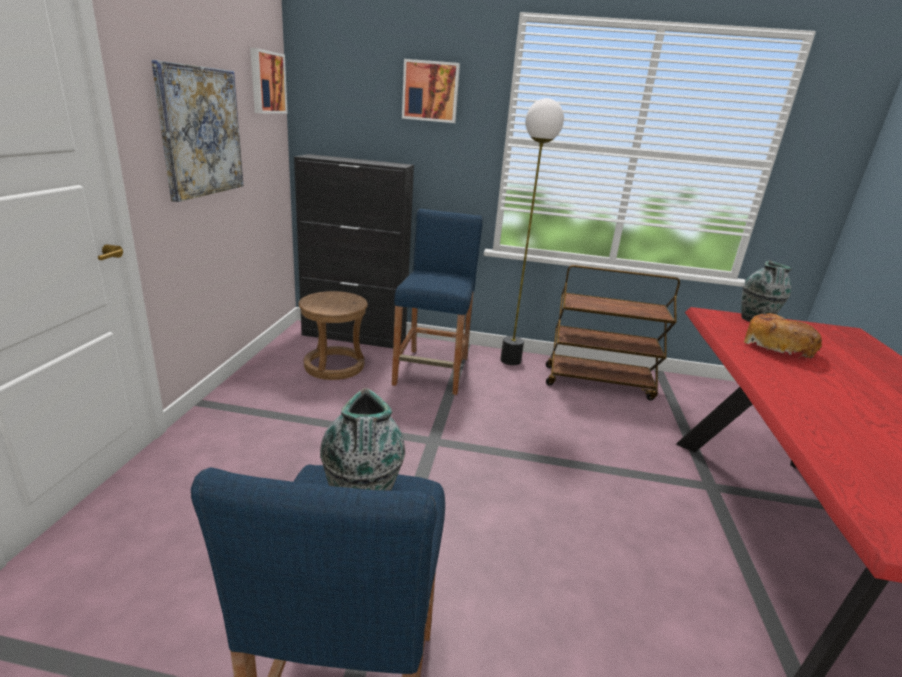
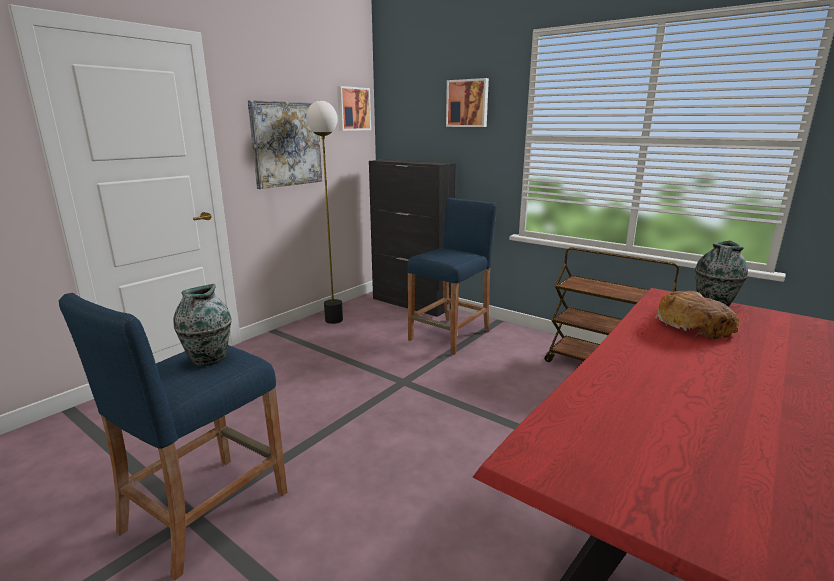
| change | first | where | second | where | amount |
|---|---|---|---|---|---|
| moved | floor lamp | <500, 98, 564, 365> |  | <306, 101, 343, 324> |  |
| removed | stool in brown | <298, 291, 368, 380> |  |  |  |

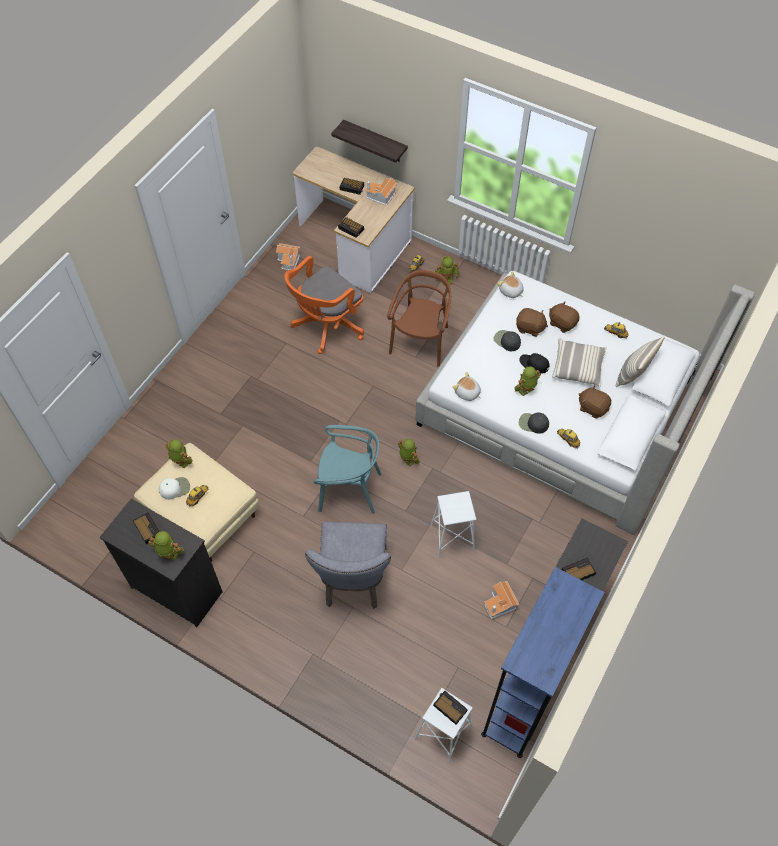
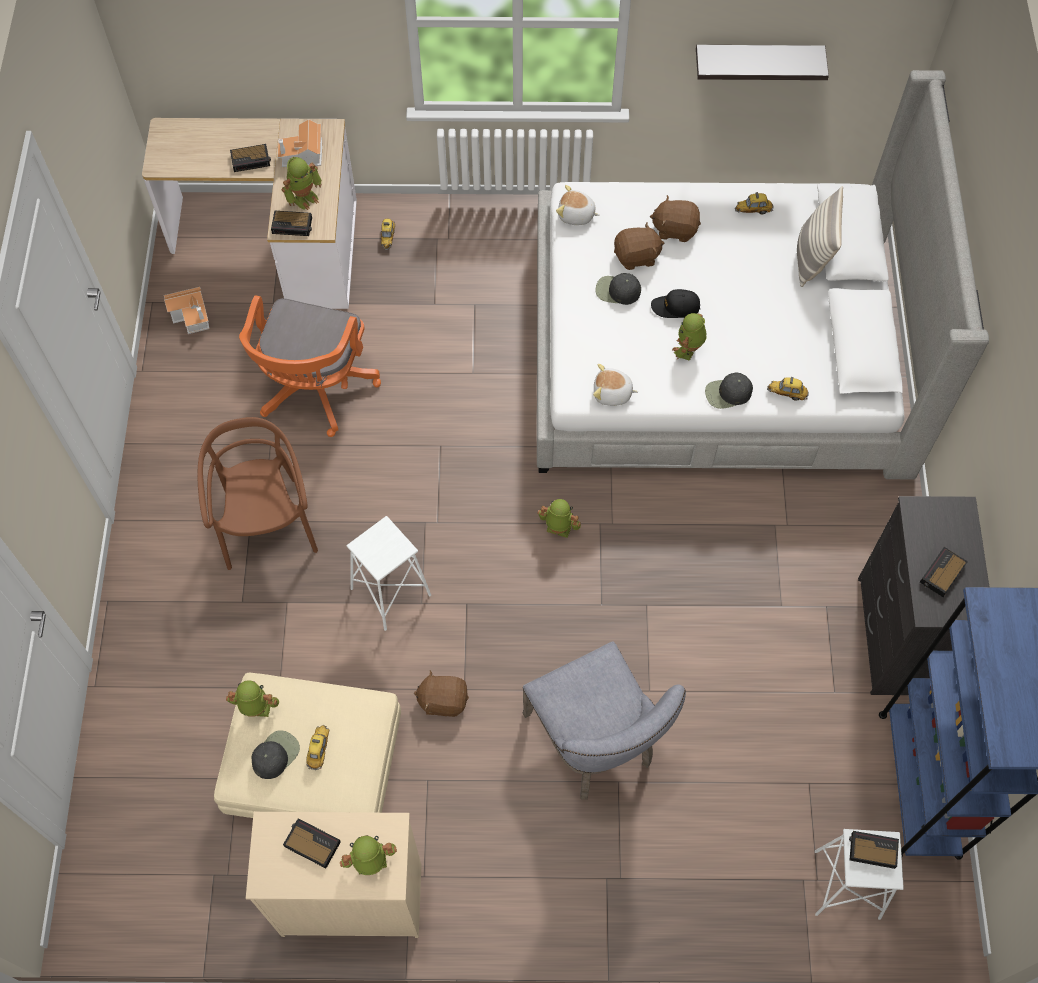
| change | first | where | second | where | amount |
|---|---|---|---|---|---|
| moved | chair in brown | <387, 270, 451, 367> |  | <198, 417, 318, 570> |  |
| recoloured | dresser in black | <100, 499, 223, 627> | dresser in beige | <246, 812, 422, 938> |  |
| recoloured | cap in white | <159, 477, 190, 500> | cap in black | <252, 730, 300, 779> |  |
| moved | toy robot | <435, 256, 459, 286> |  | <281, 157, 322, 210> |  |
| moved | stool in white | <431, 491, 476, 559> |  | <347, 516, 431, 631> |  |
| moved | plush toy in brown | <579, 385, 611, 418> |  | <414, 670, 469, 717> |  |
| moved | shelf | <331, 120, 408, 163> |  | <696, 45, 829, 80> |  |
| removed | chair in turquoise | <314, 425, 382, 514> |  |  |  |
| removed | toy house | <484, 581, 519, 619> |  |  |  |
| removed | pillow | <552, 338, 607, 386> |  |  |  |

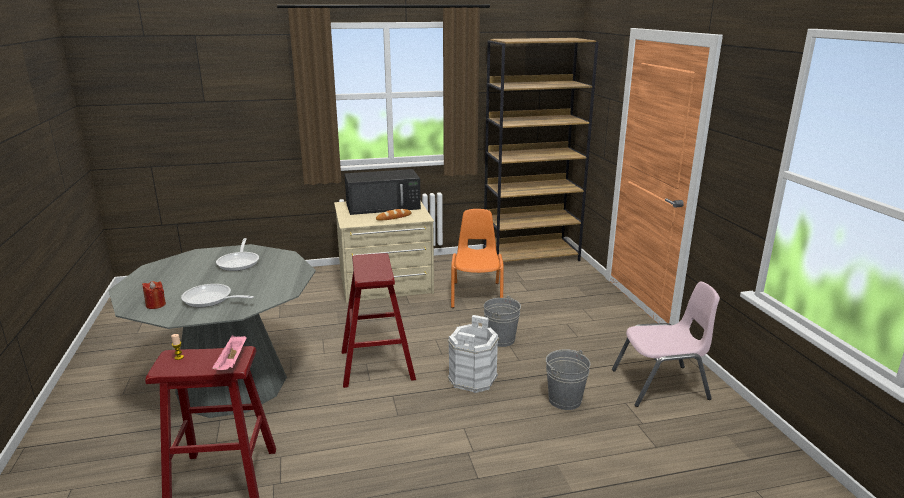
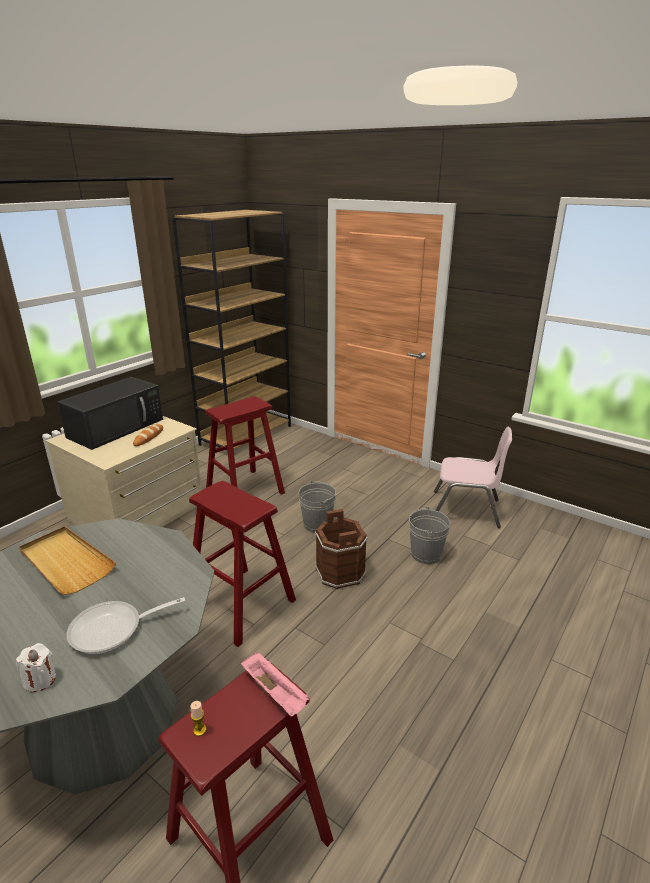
| change | first | where | second | where | amount |
|---|---|---|---|---|---|
| recoloured | candle in red | <142, 281, 166, 309> | candle in white | <16, 643, 56, 692> |  |
| replaced | frying pan | <216, 238, 259, 271> | tray in beige | <19, 526, 116, 595> |  |
| replaced | chair in orange | <451, 209, 504, 308> | stool in red | <205, 396, 285, 495> |  |
| recoloured | bucket in white | <448, 315, 499, 393> | bucket in brown | <315, 509, 367, 589> |  |
| turned | chair in pink | <612, 281, 720, 407> |  | <434, 427, 512, 528> | 60 degrees clockwise |

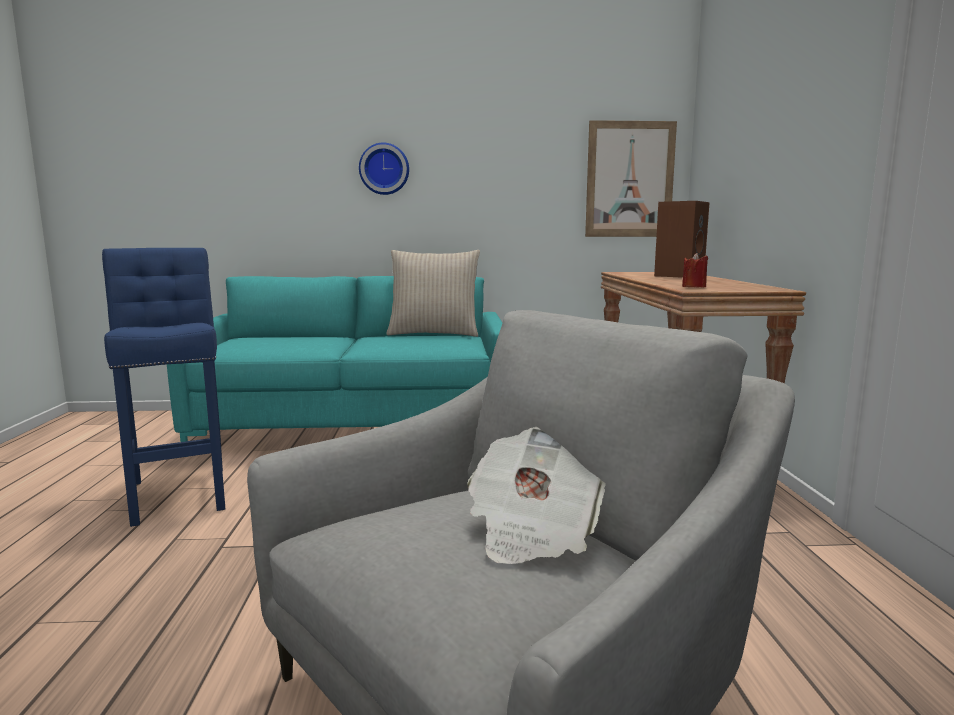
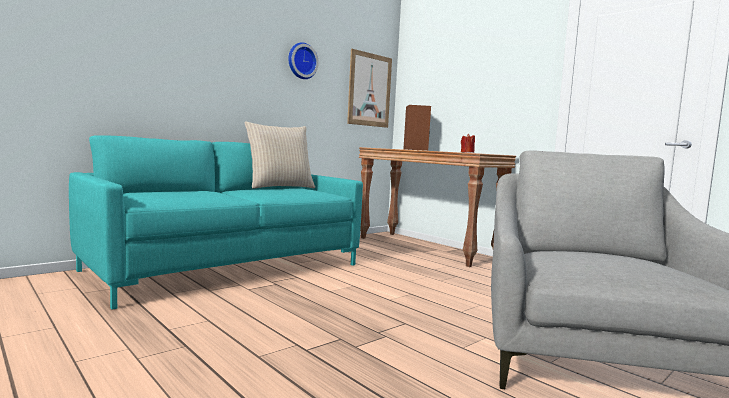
| change | first | where | second | where | amount |
|---|---|---|---|---|---|
| moved | wall clock | <359, 142, 409, 195> |  | <288, 42, 319, 79> |  |
| removed | stool in blue | <102, 248, 225, 527> |  |  |  |
| removed | newspaper | <467, 427, 606, 564> |  |  |  |

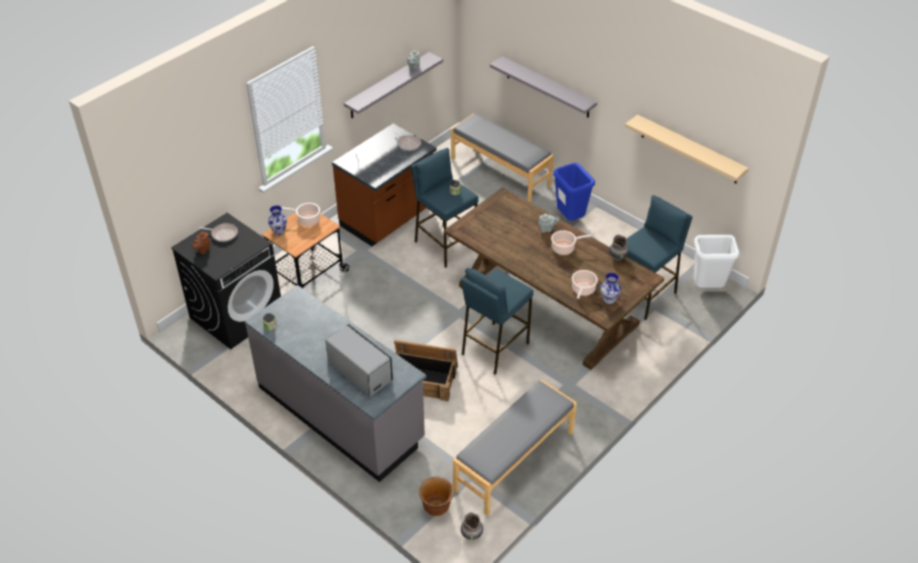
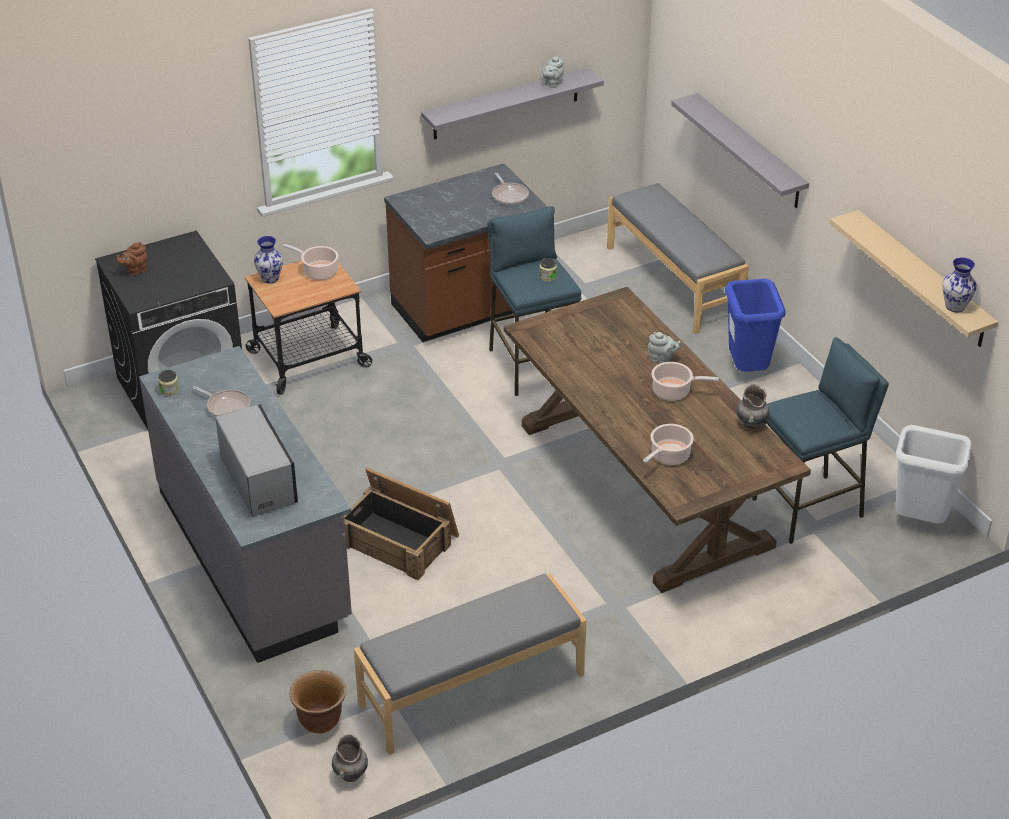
| change | first | where | second | where | amount |
|---|---|---|---|---|---|
| moved | frying pan | <199, 223, 238, 242> |  | <193, 386, 251, 417> |  |
| moved | vase | <600, 273, 621, 304> |  | <942, 257, 977, 312> |  |
| removed | stool in blue | <461, 268, 533, 375> |  |  |  |

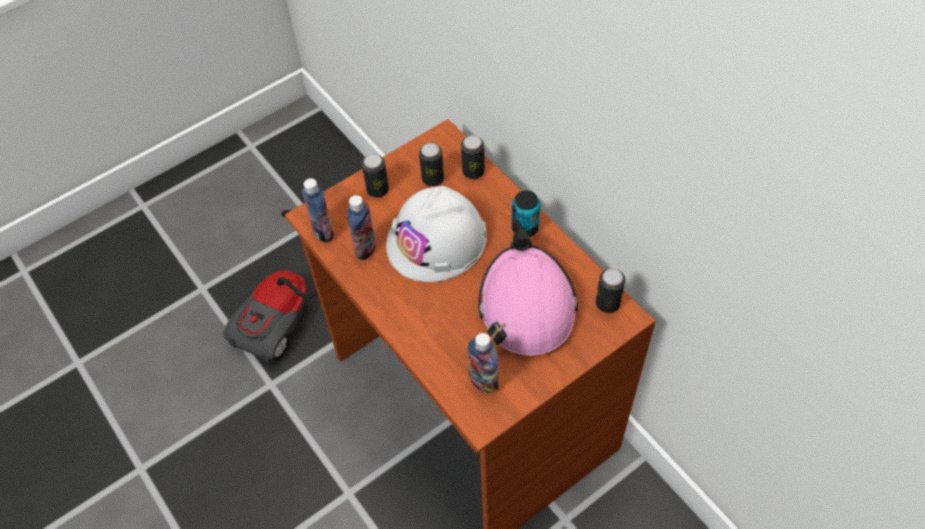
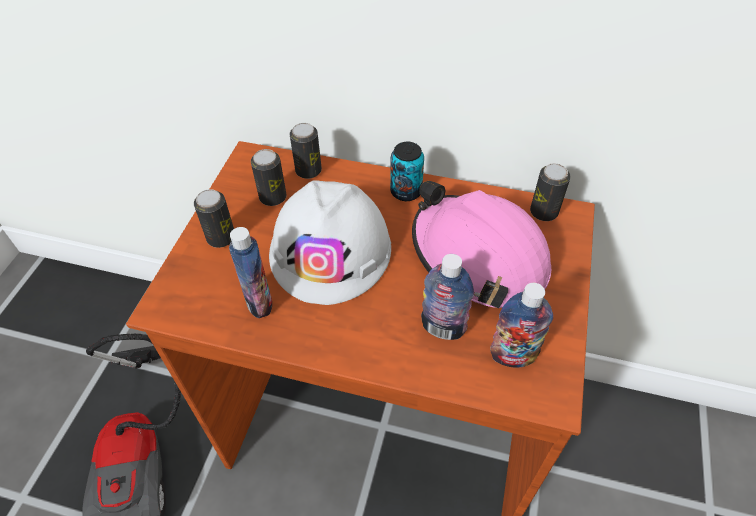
| change | first | where | second | where | amount |
|---|---|---|---|---|---|
| moved | bottle | <302, 178, 334, 243> |  | <421, 254, 474, 340> |  |

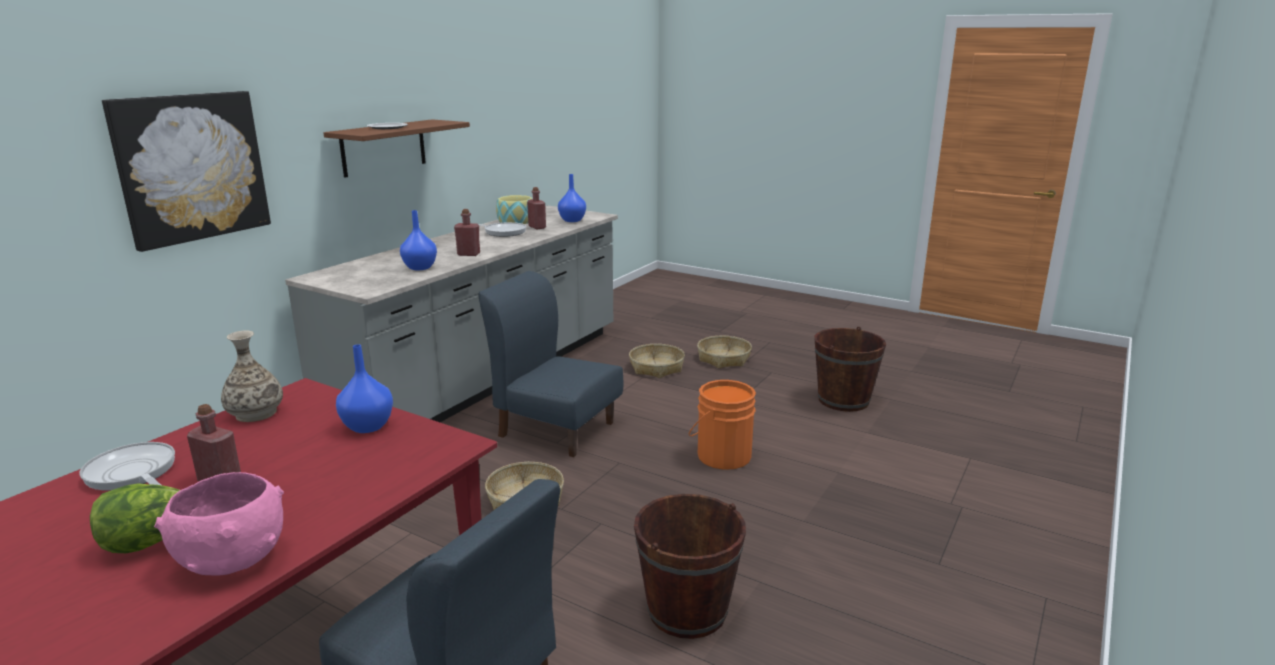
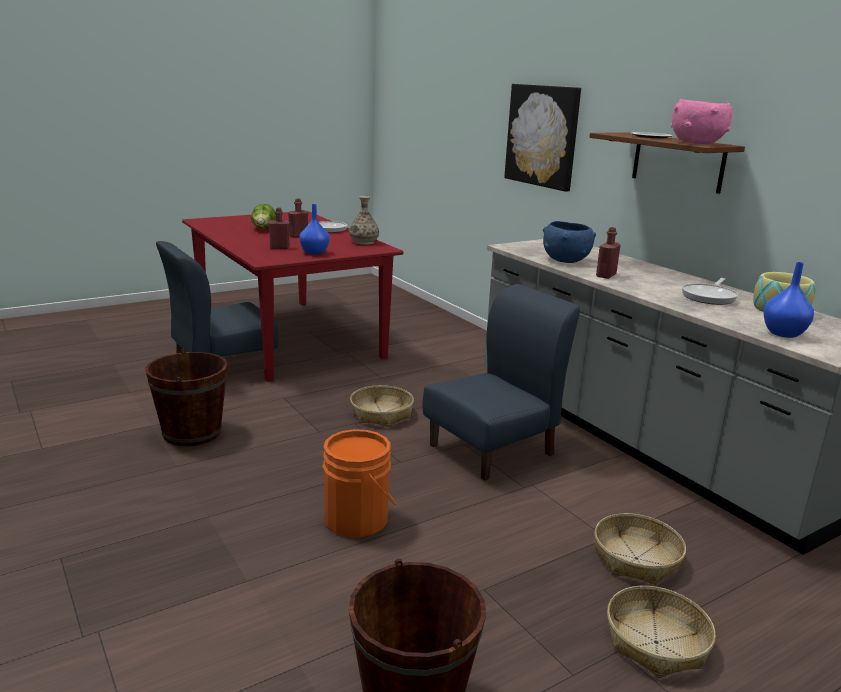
| change | first | where | second | where | amount |
|---|---|---|---|---|---|
| moved | bottle in red | <527, 187, 546, 229> |  | <268, 207, 290, 249> |  |
| replaced | vase in blue | <400, 210, 437, 270> | bowl in blue | <543, 221, 596, 263> |  |
| moved | bowl in pink | <154, 472, 284, 576> |  | <671, 99, 733, 144> |  |

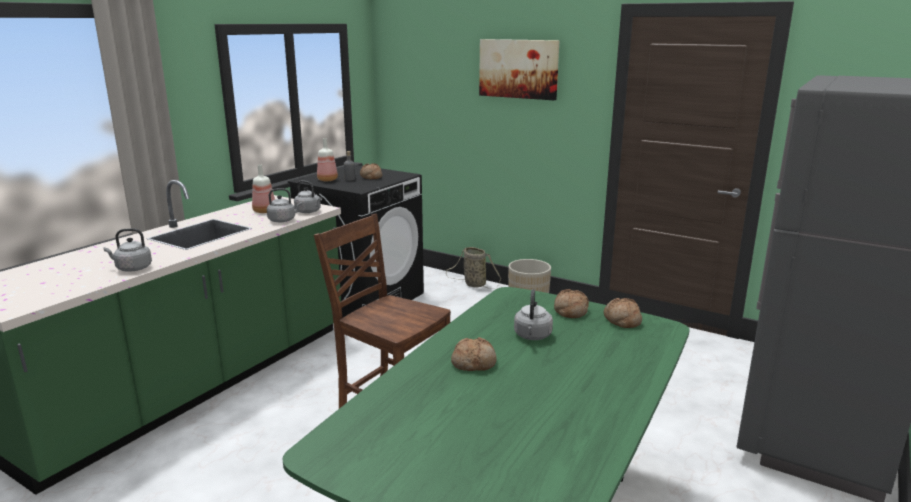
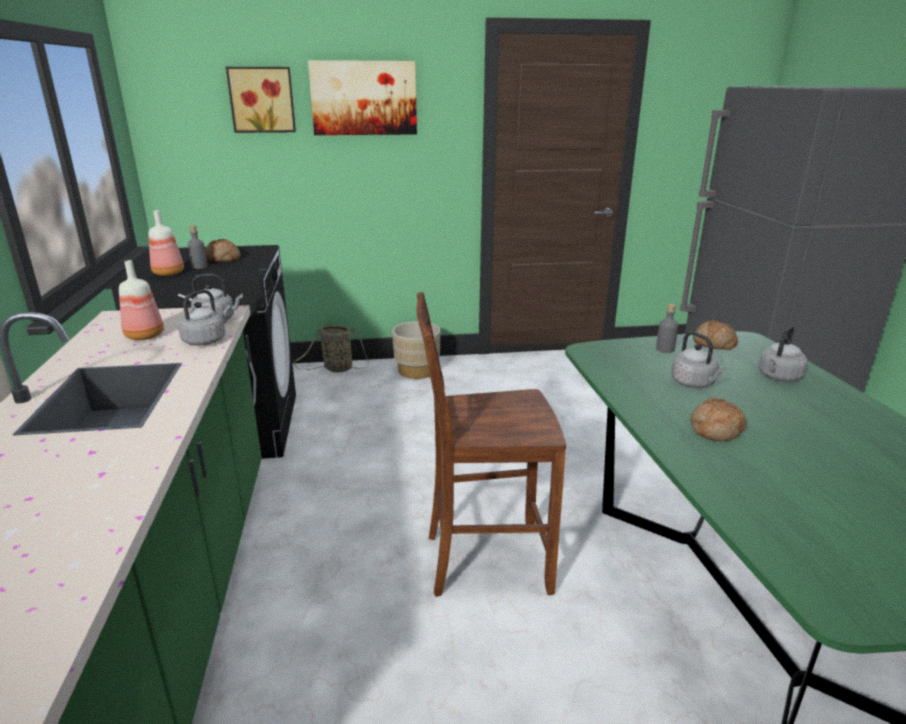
| change | first | where | second | where | amount |
|---|---|---|---|---|---|
| added |  |  | picture | <226, 67, 296, 133> |  |
| replaced | bread | <554, 289, 589, 318> | bottle in grey | <656, 304, 678, 353> |  |
| moved | kettle in grey | <104, 228, 152, 272> |  | <758, 326, 808, 382> |  |

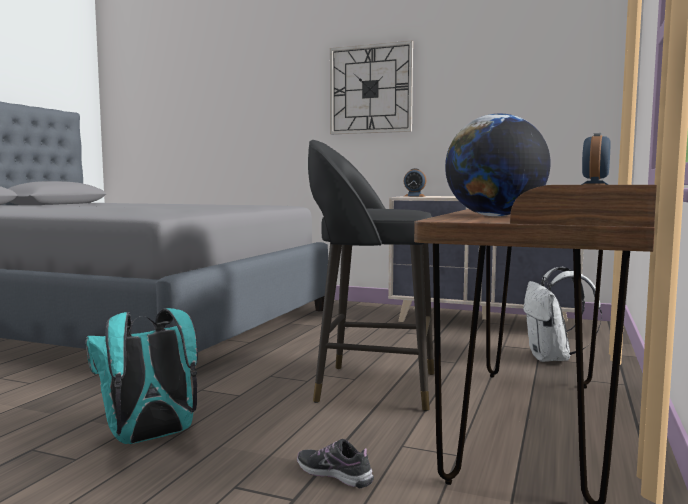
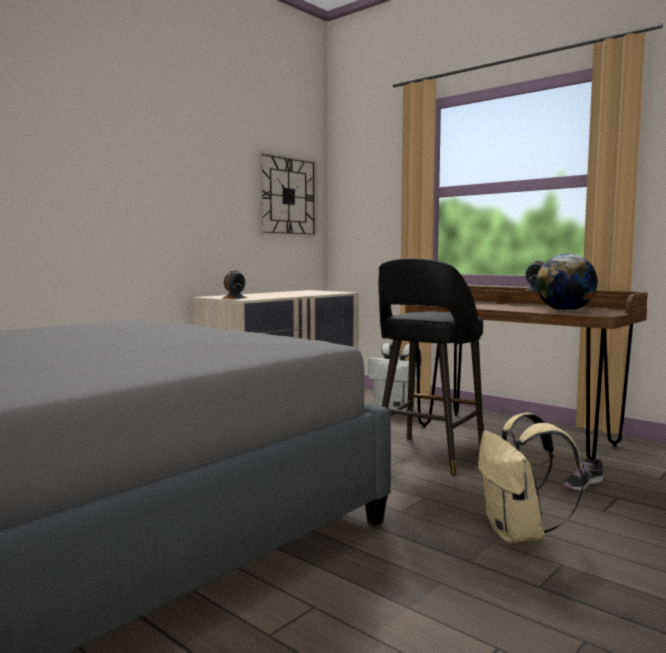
| change | first | where | second | where | amount |
|---|---|---|---|---|---|
| moved | wall clock | <330, 41, 413, 134> |  | <257, 150, 317, 238> |  |
| recoloured | backpack in turquoise | <86, 308, 198, 444> | backpack in beige | <478, 413, 584, 543> |  |

